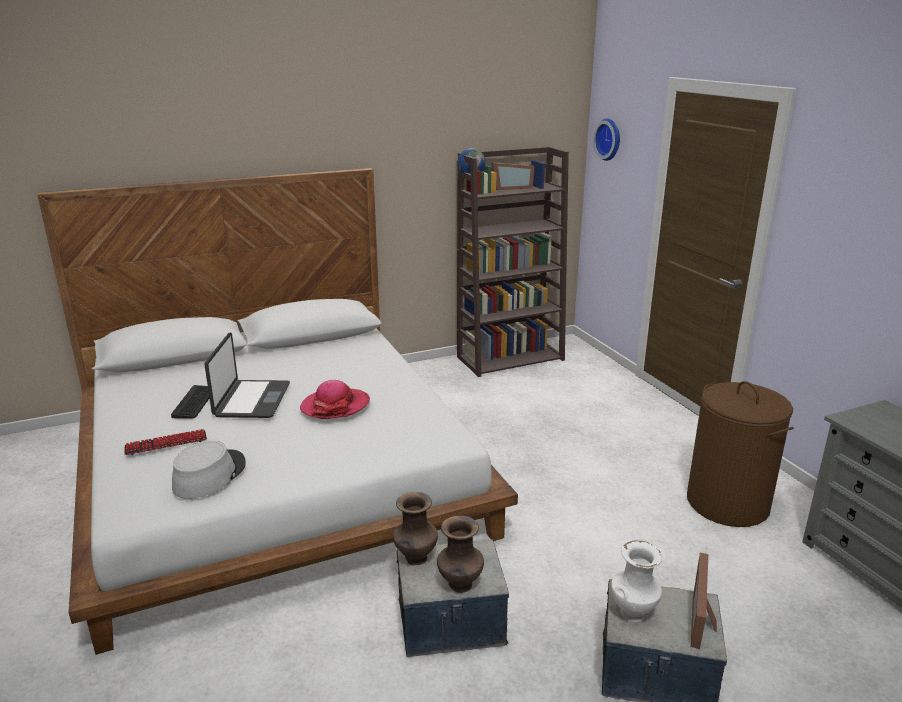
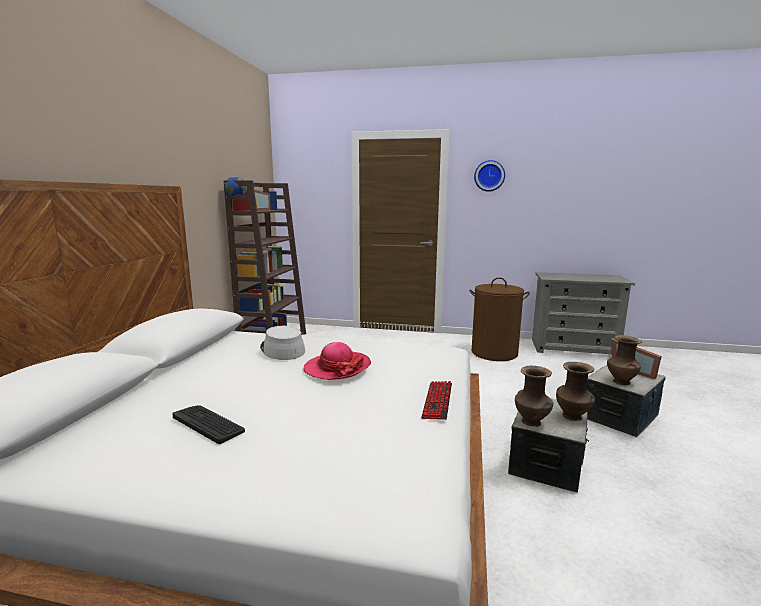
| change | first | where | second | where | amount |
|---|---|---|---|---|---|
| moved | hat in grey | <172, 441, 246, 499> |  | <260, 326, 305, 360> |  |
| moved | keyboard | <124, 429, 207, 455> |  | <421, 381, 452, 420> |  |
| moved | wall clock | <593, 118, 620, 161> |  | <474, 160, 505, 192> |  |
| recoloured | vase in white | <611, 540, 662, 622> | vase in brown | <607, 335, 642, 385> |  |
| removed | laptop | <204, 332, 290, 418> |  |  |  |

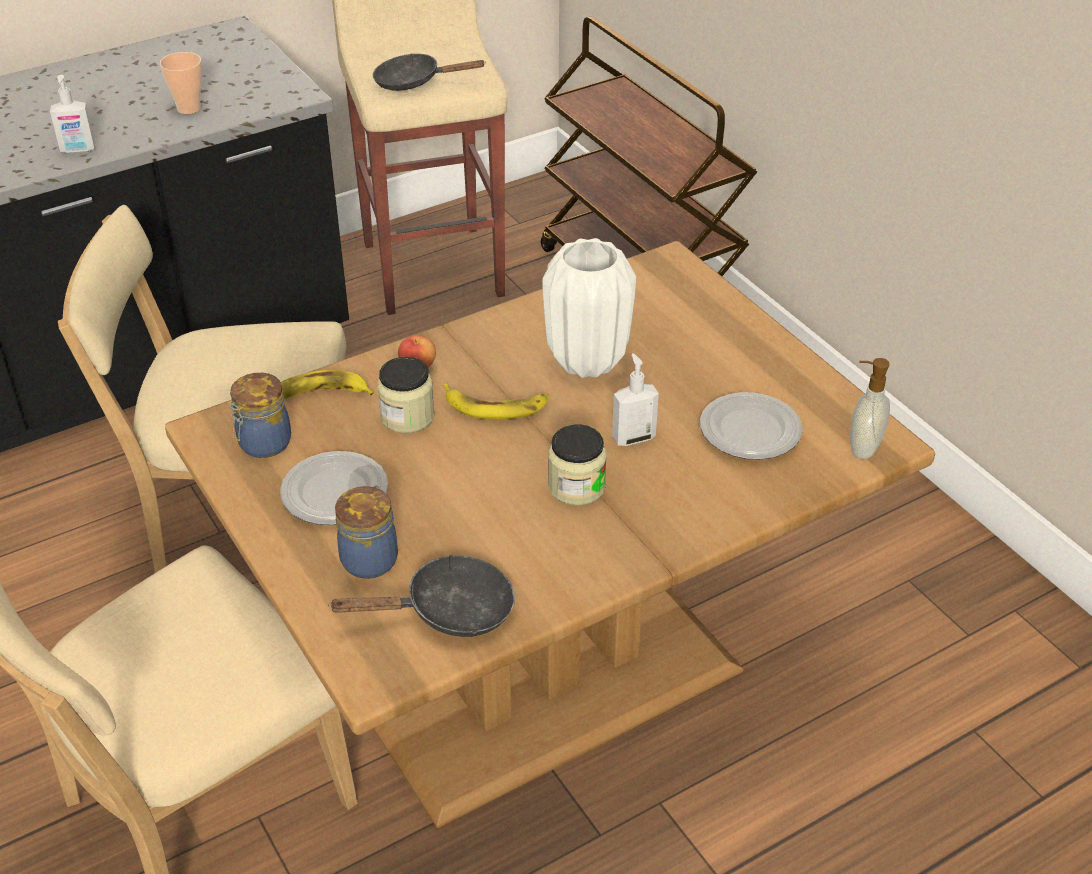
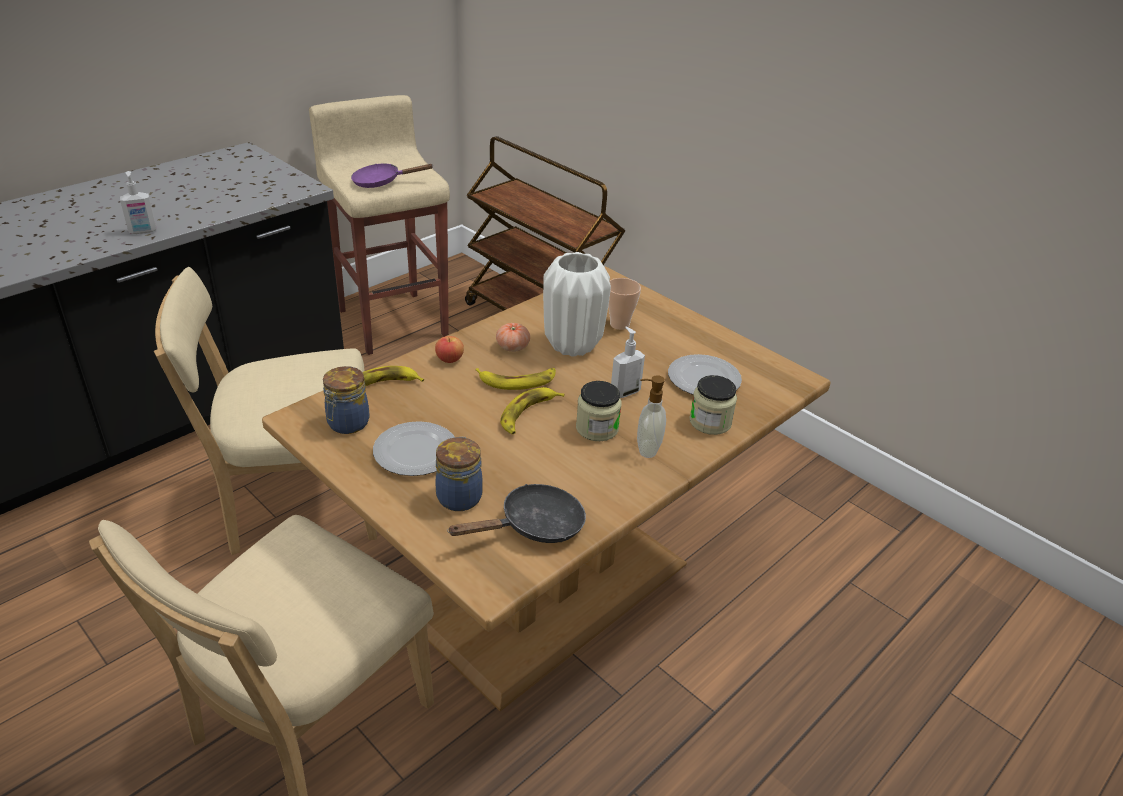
| change | first | where | second | where | amount |
|---|---|---|---|---|---|
| recoloured | frying pan in black | <373, 53, 486, 91> | frying pan in purple | <351, 163, 434, 188> |  |
| added |  |  | tomato | <496, 323, 530, 352> |  |
| added |  |  | banana | <500, 387, 565, 434> |  |
| moved | cup | <160, 52, 202, 114> |  | <608, 278, 641, 330> |  |
| moved | soap dispenser | <850, 358, 890, 459> |  | <637, 375, 666, 458> |  |
| moved | jar | <377, 357, 434, 433> |  | <690, 375, 737, 435> |  |

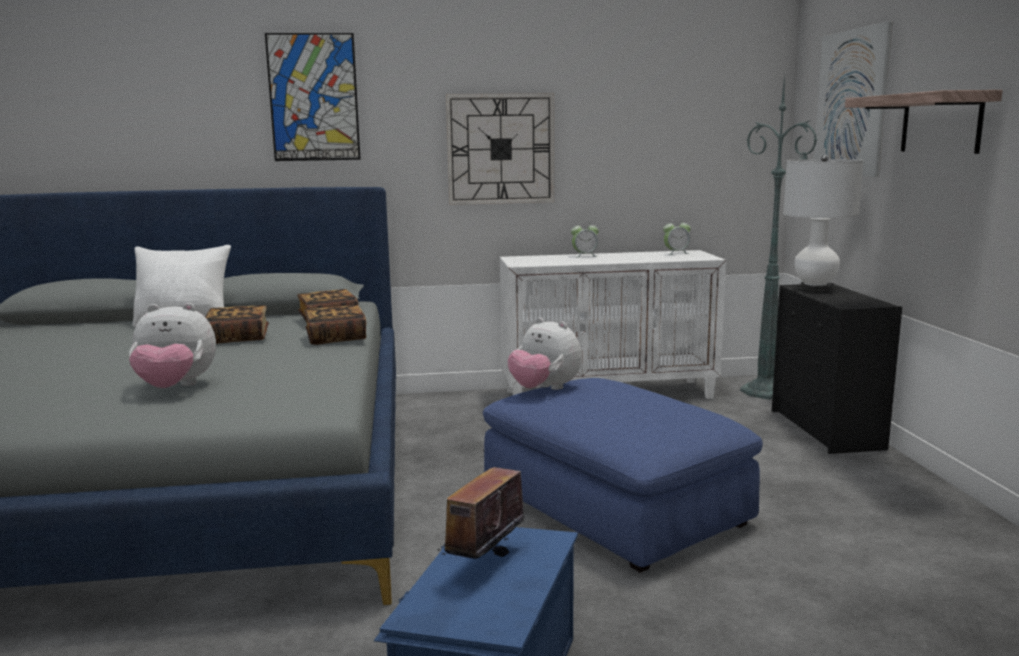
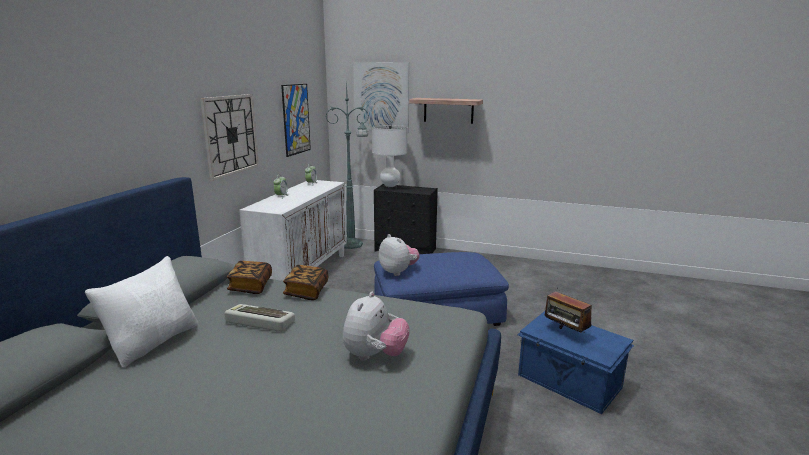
| change | first | where | second | where | amount |
|---|---|---|---|---|---|
| replaced | book | <205, 305, 269, 344> | keyboard | <225, 304, 295, 332> |  |
| moved | picture | <265, 33, 361, 161> |  | <281, 84, 311, 157> |  |
| turned | plush toy | <508, 317, 582, 390> |  | <379, 234, 420, 276> | 105 degrees counterclockwise |

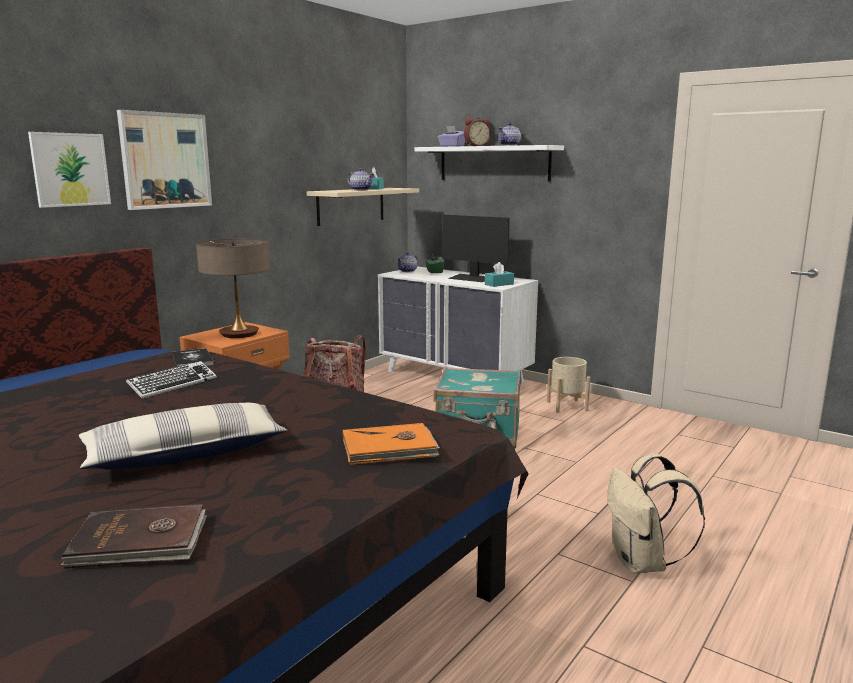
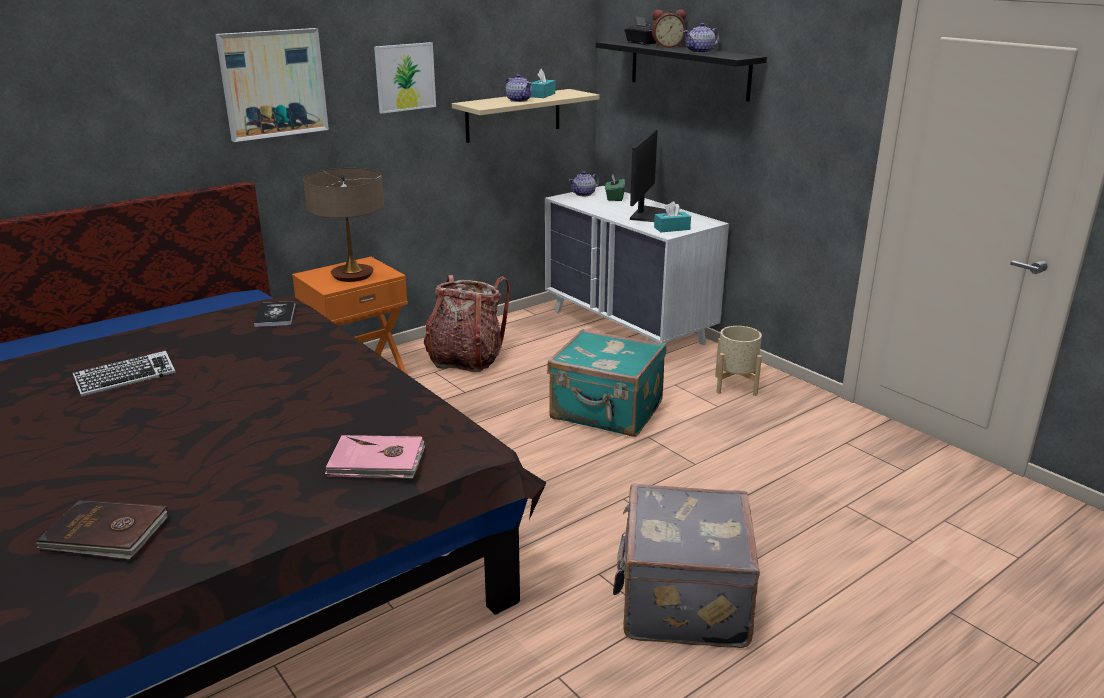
| change | first | where | second | where | amount |
|---|---|---|---|---|---|
| moved | keyboard | <126, 361, 217, 399> |  | <72, 351, 176, 397> |  |
| recoloured | book in orange | <343, 423, 440, 465> | book in pink | <325, 435, 425, 479> |  |
| moved | picture | <28, 132, 111, 208> |  | <374, 42, 436, 114> |  |
| recoloured | shelf in white | <415, 145, 564, 182> | shelf in black | <596, 40, 767, 101> |  |
| replaced | backpack in beige | <607, 454, 705, 574> | suitcase in grey | <613, 484, 760, 648> |  |
| recoloured | tissue box in purple | <438, 126, 465, 147> | tissue box in black | <624, 16, 656, 45> |  |
| turned | monitor | <442, 215, 510, 282> |  | <630, 130, 667, 222> | 120 degrees counterclockwise |
| removed | pillow | <79, 403, 288, 470> |  |  |  |

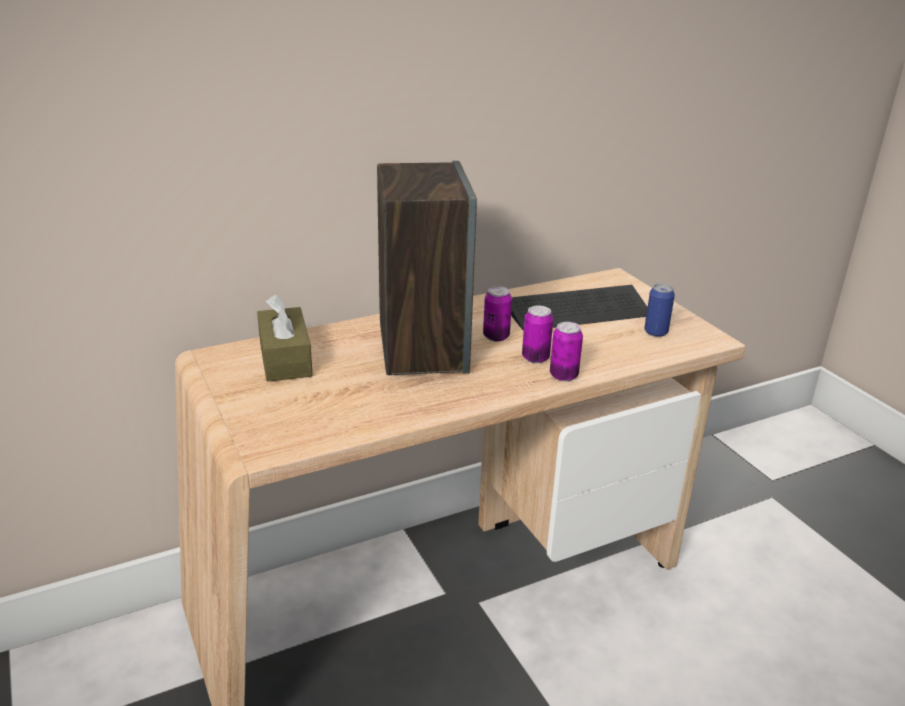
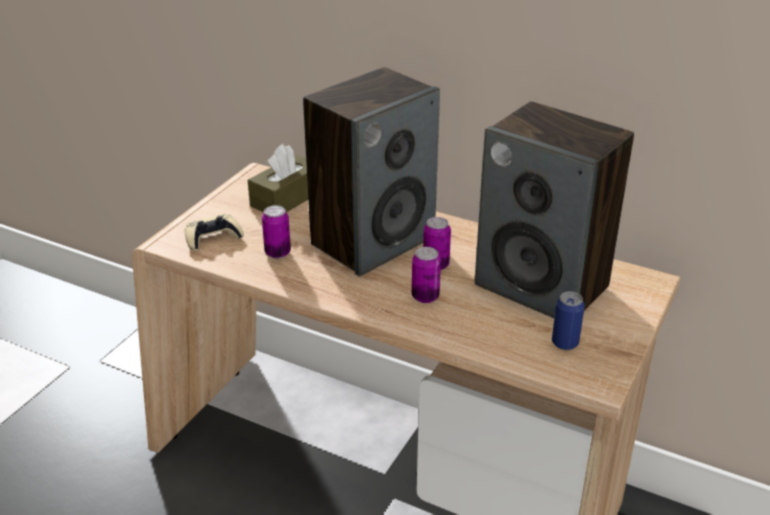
| change | first | where | second | where | amount |
|---|---|---|---|---|---|
| added |  |  | game controller in beige | <185, 214, 244, 251> |  |
| moved | can | <550, 322, 583, 381> |  | <262, 205, 291, 259> |  |
| replaced | keyboard | <511, 285, 647, 331> | speaker | <475, 101, 634, 318> |  |

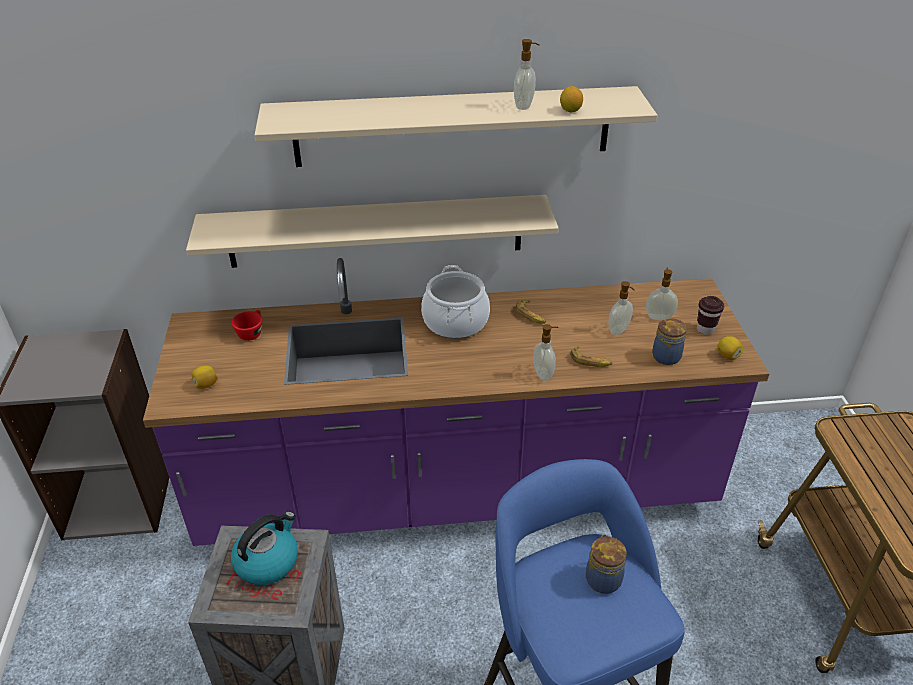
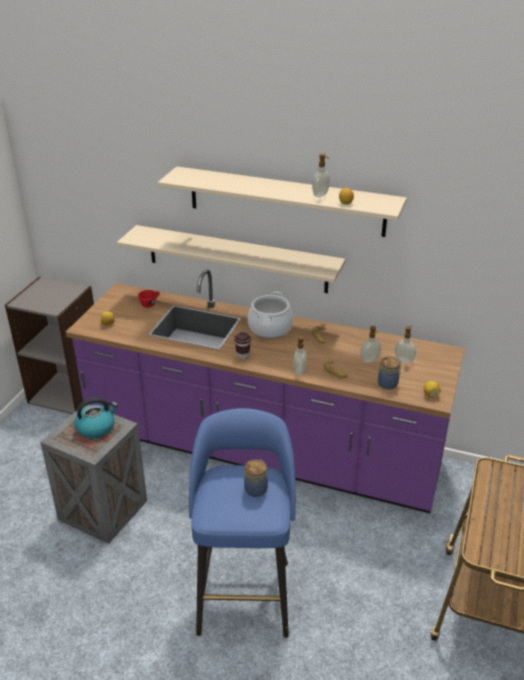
| change | first | where | second | where | amount |
|---|---|---|---|---|---|
| moved | cup in brown | <697, 296, 724, 335> |  | <234, 332, 251, 359> |  |

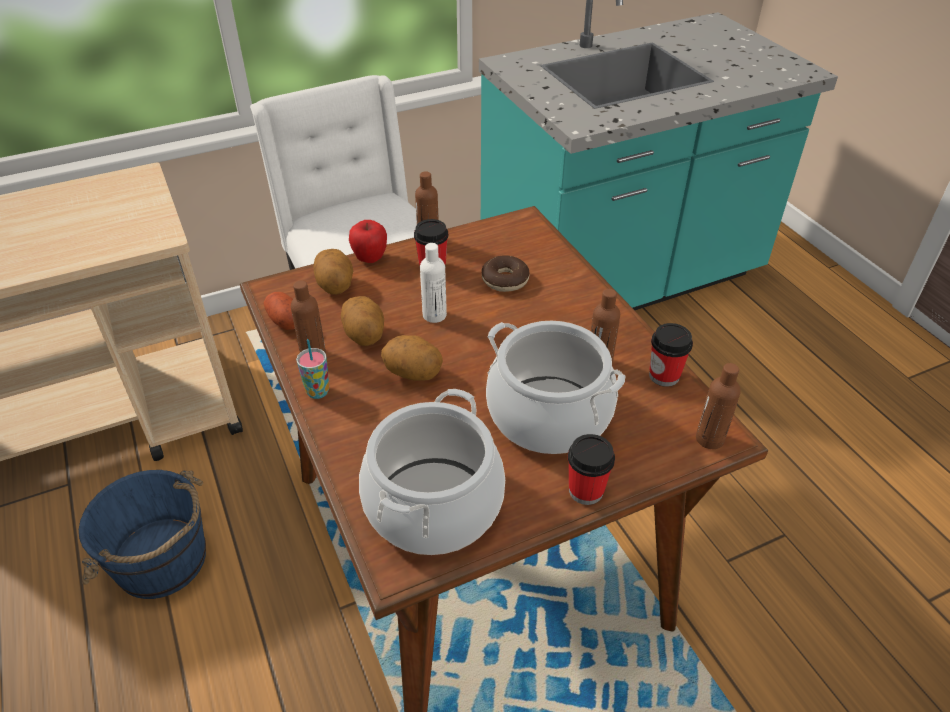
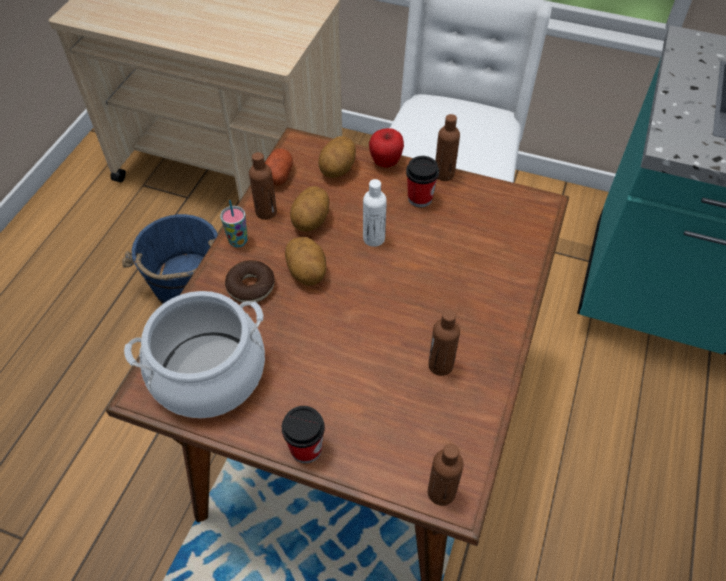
| change | first | where | second | where | amount |
|---|---|---|---|---|---|
| moved | donut | <481, 255, 530, 292> |  | <225, 260, 274, 302> |  |
| removed | cooking pot | <486, 321, 625, 454> |  |  |  |
| removed | cup | <649, 323, 693, 387> |  |  |  |

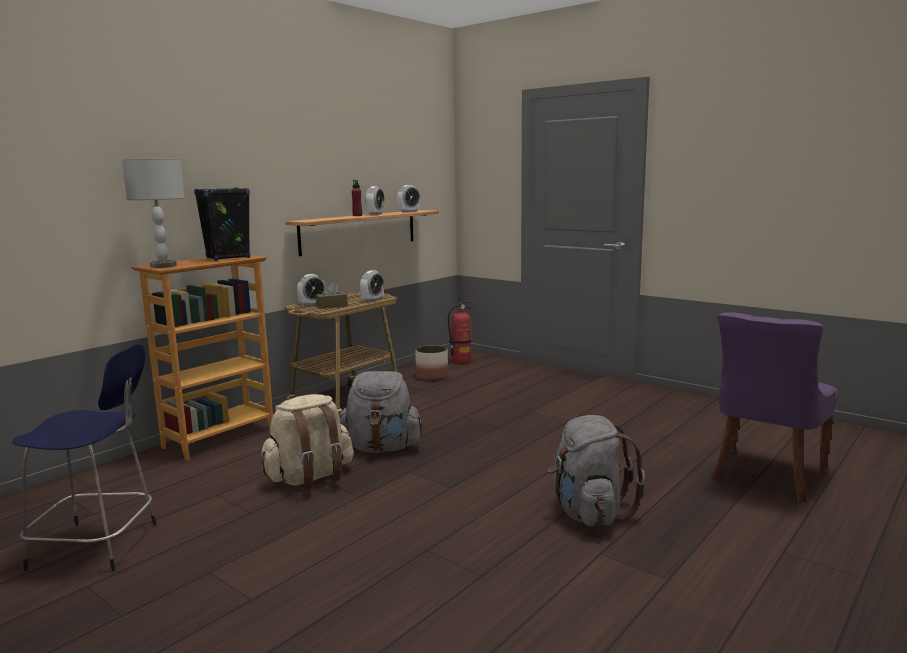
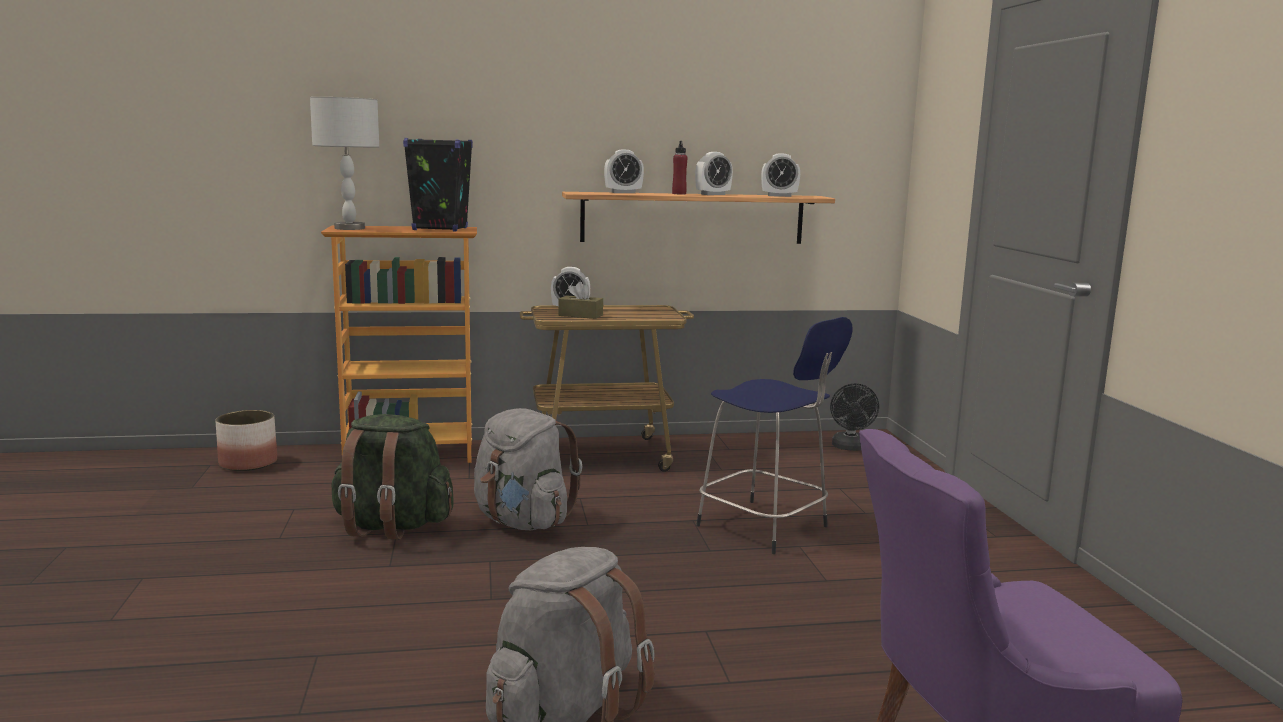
| change | first | where | second | where | amount |
|---|---|---|---|---|---|
| moved | planter | <415, 345, 448, 381> |  | <215, 410, 277, 471> |  |
| recoloured | backpack in beige | <259, 394, 354, 492> | backpack in green | <331, 414, 454, 539> |  |
| moved | alarm clock | <360, 270, 384, 302> |  | <604, 150, 644, 193> |  |
| moved | stool in blue | <12, 344, 157, 571> |  | <696, 317, 853, 554> |  |
| replaced | fire extinguisher | <448, 301, 473, 364> | fan in black | <830, 383, 879, 451> |  |

